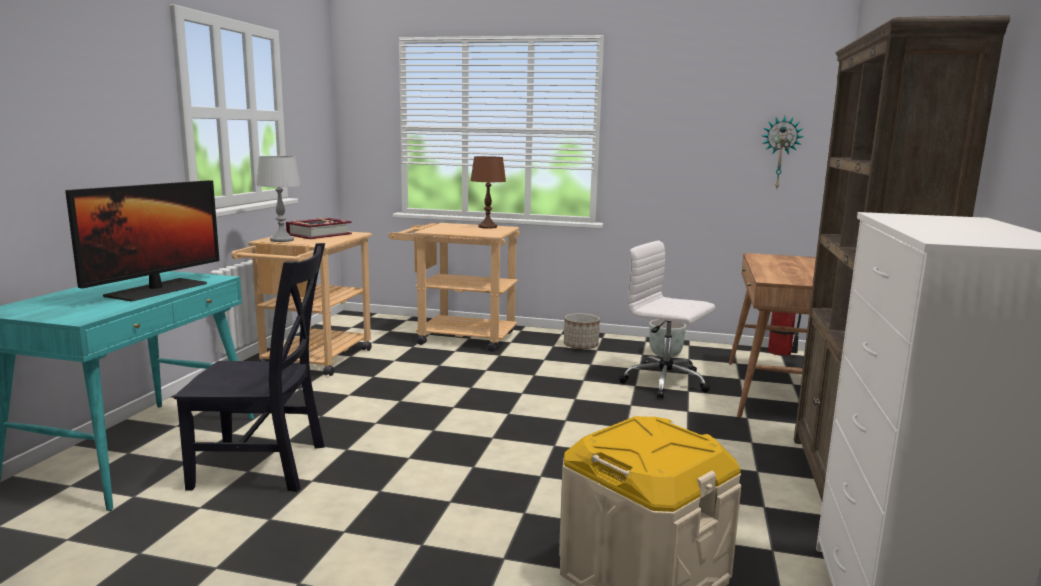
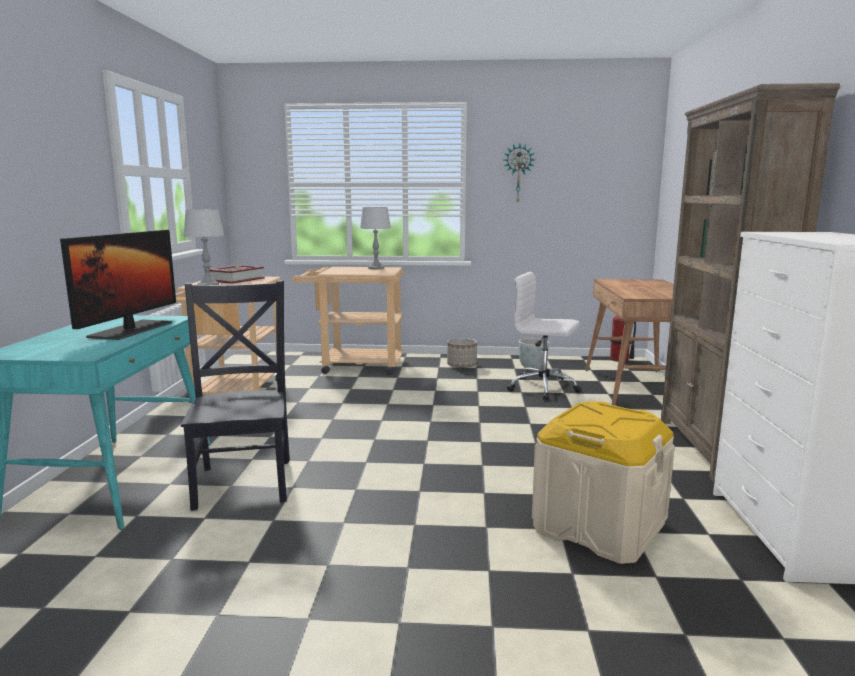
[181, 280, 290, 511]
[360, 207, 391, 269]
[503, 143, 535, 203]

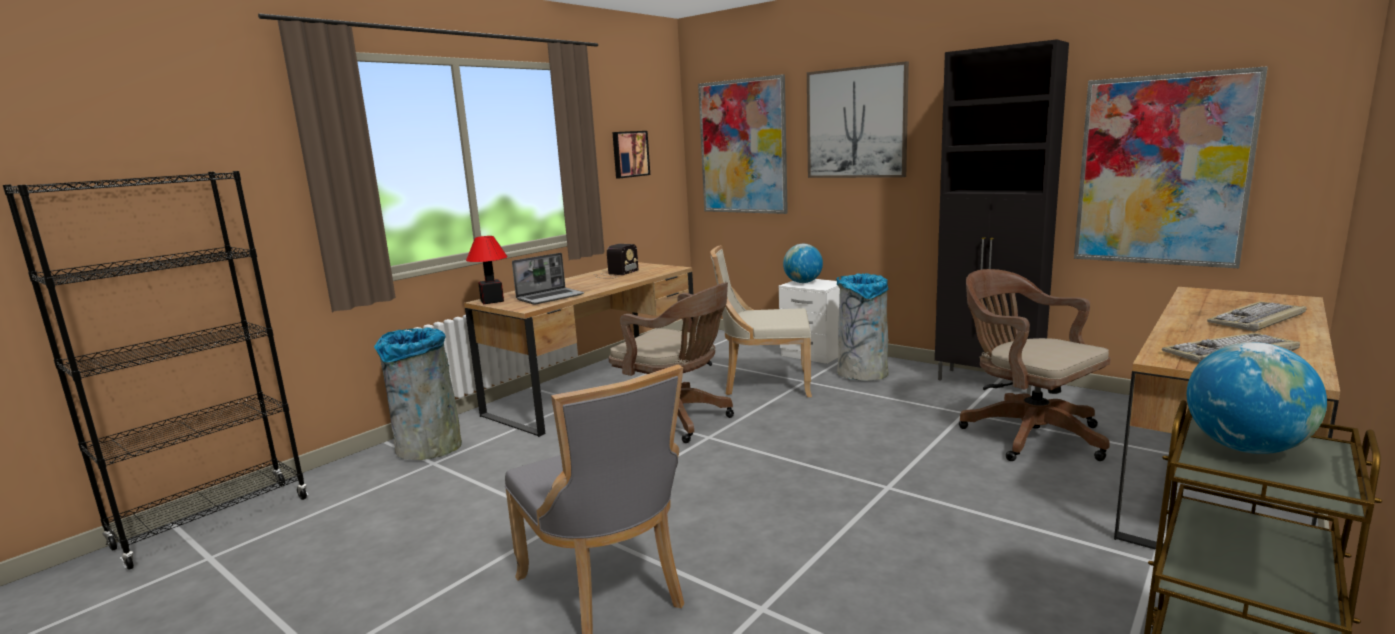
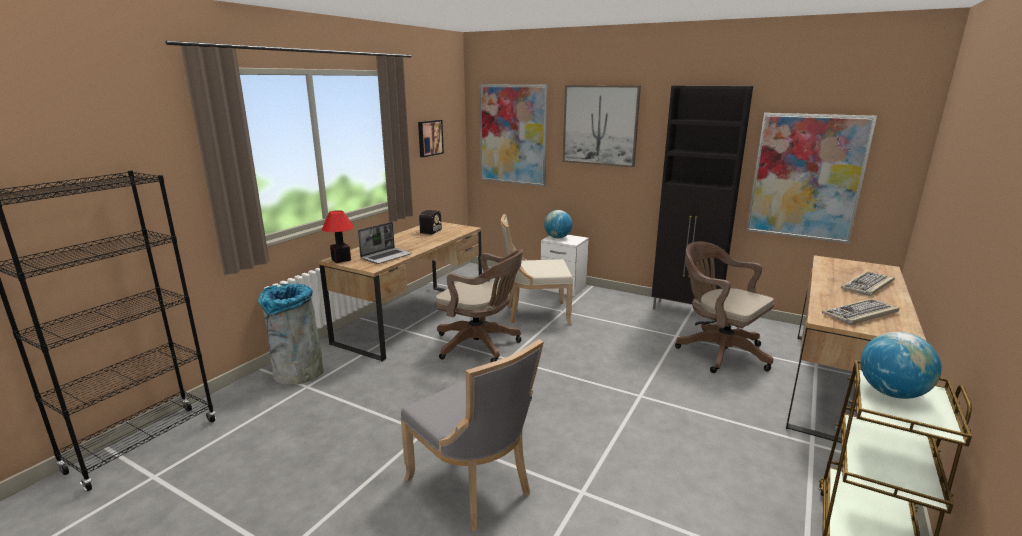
[836, 273, 889, 381] (first image)

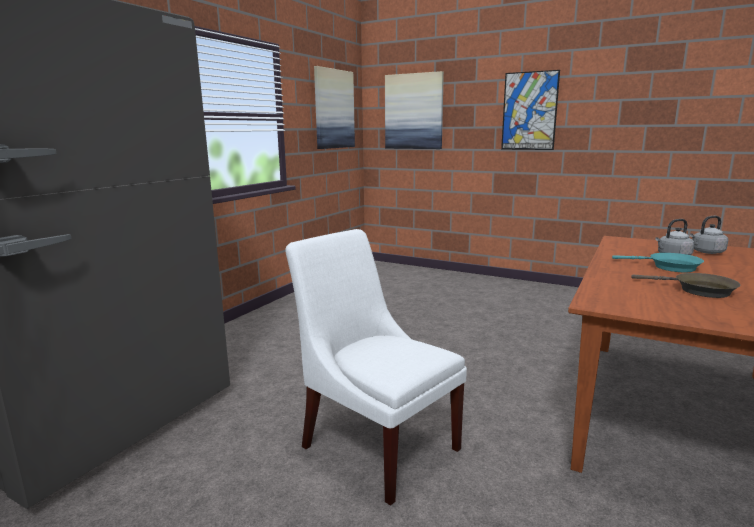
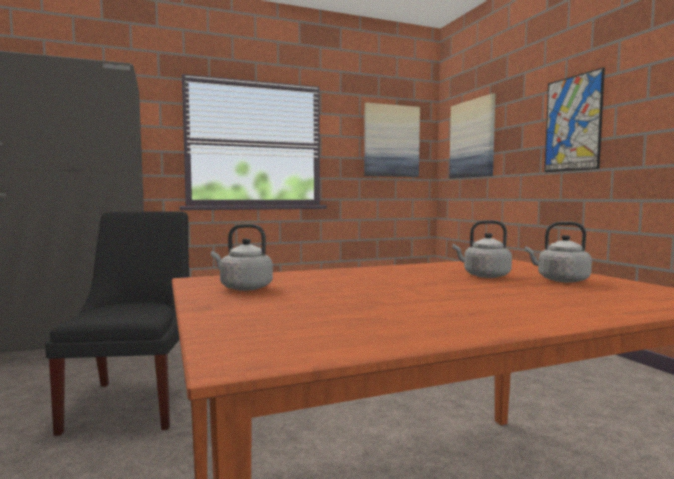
[45, 212, 189, 436]
[211, 224, 273, 291]
[612, 253, 704, 272] (first image)
[631, 273, 740, 298] (first image)

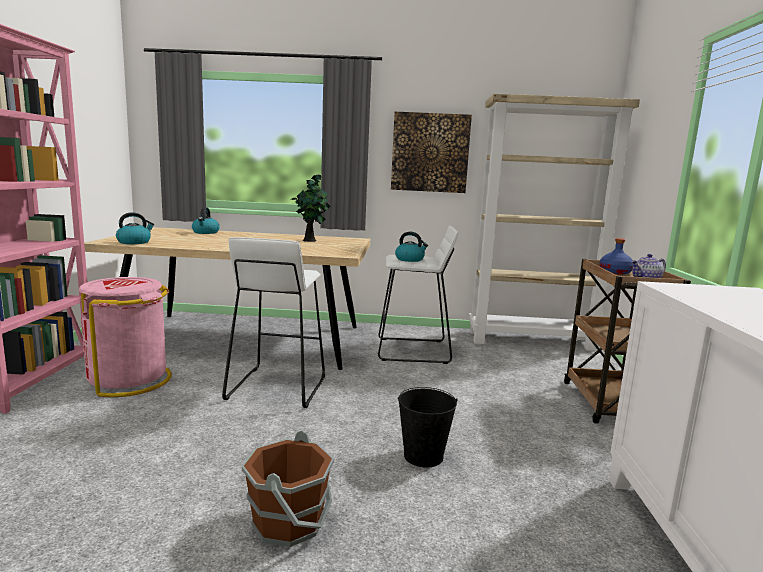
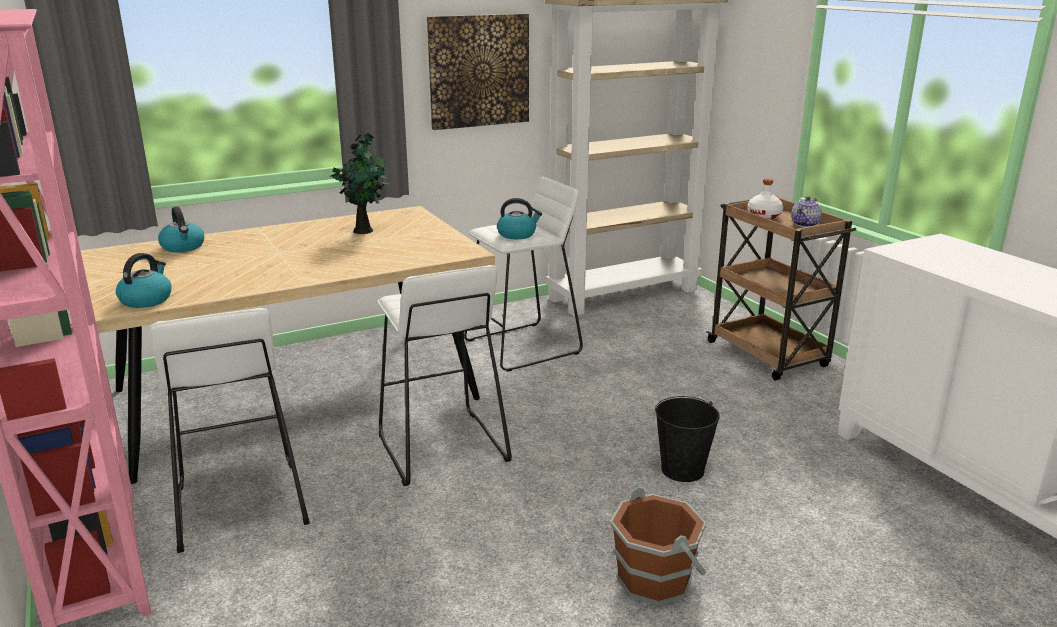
[150, 308, 310, 553]
[747, 179, 783, 219]

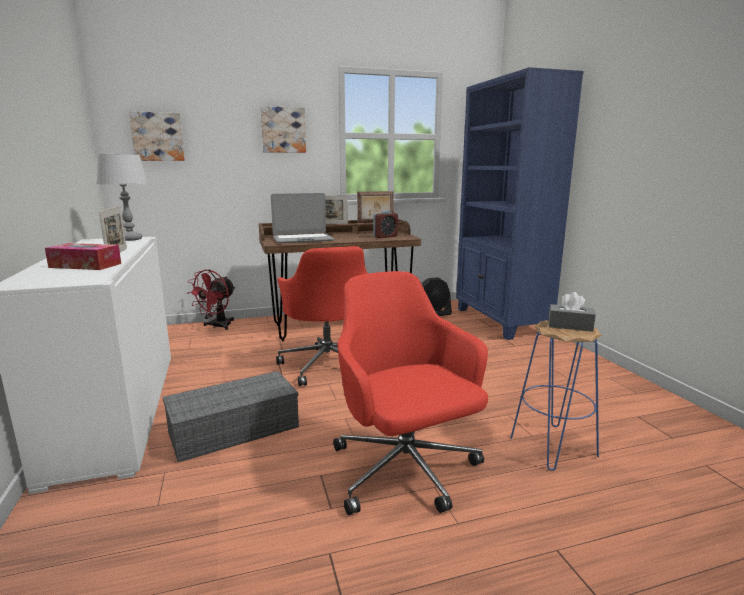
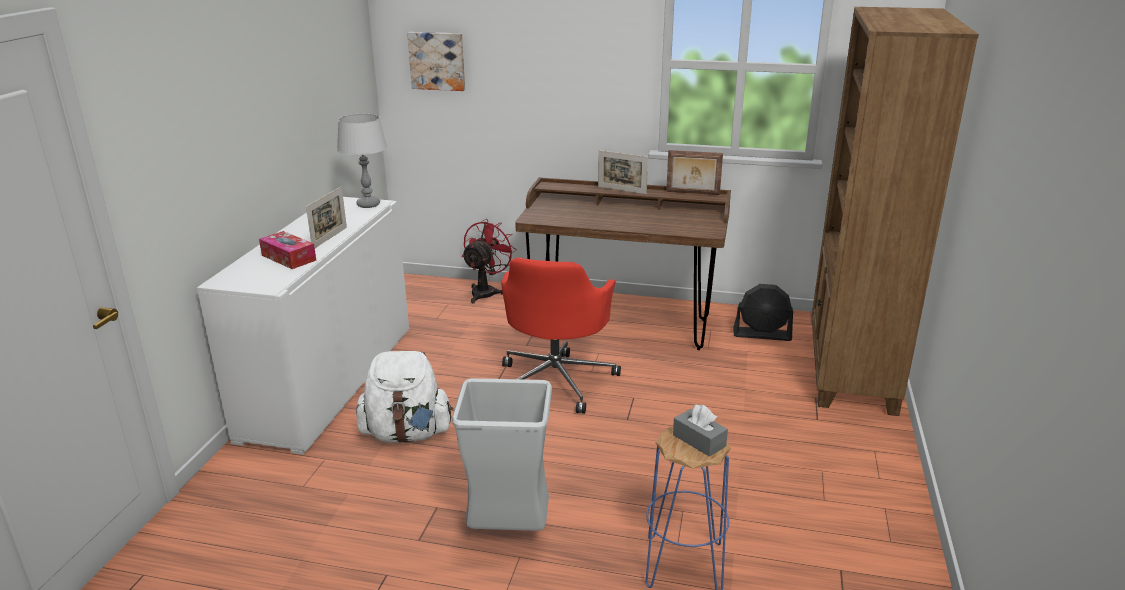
[356, 351, 453, 443]
[452, 378, 552, 531]
[462, 219, 517, 303]
[812, 7, 979, 416]
[260, 106, 306, 153] (first image)
[271, 193, 335, 243] (first image)
[373, 211, 398, 238] (first image)

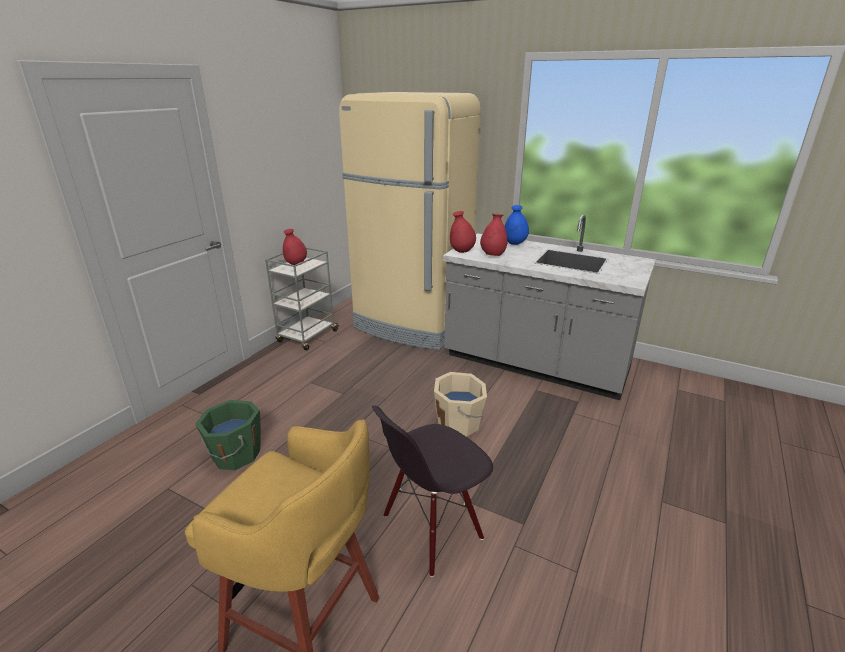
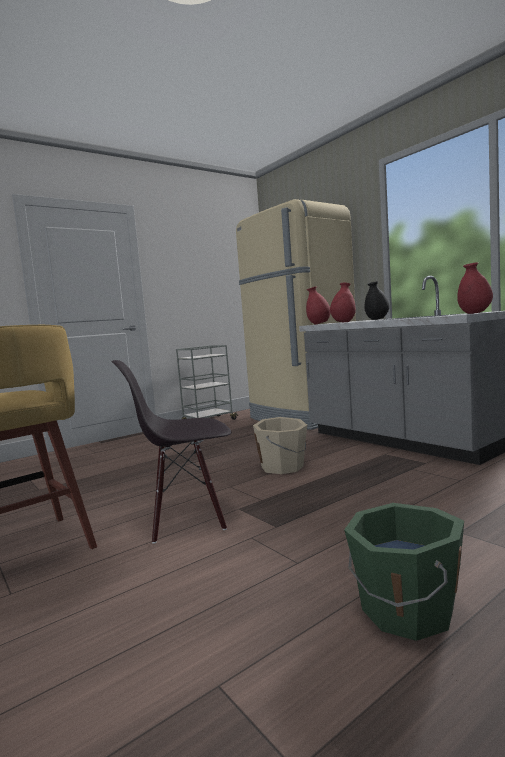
[344, 503, 464, 641]
[365, 281, 390, 320]
[457, 262, 493, 314]

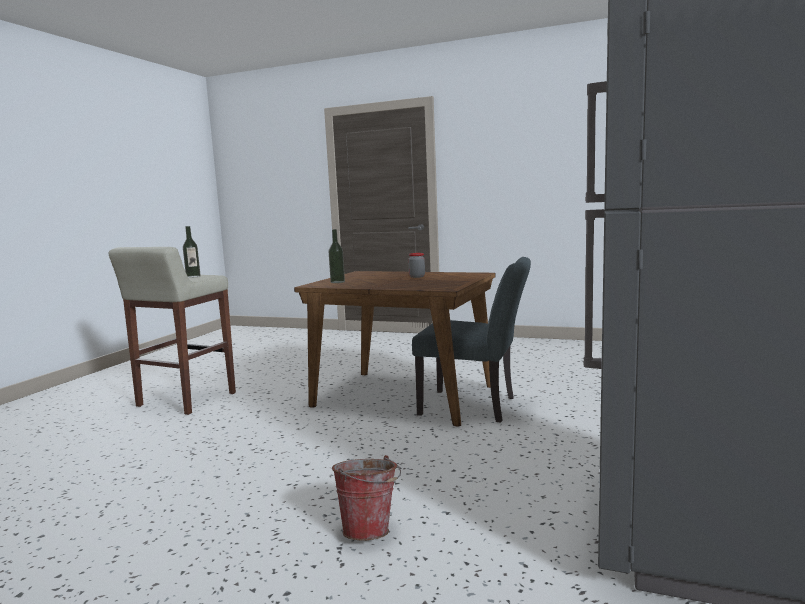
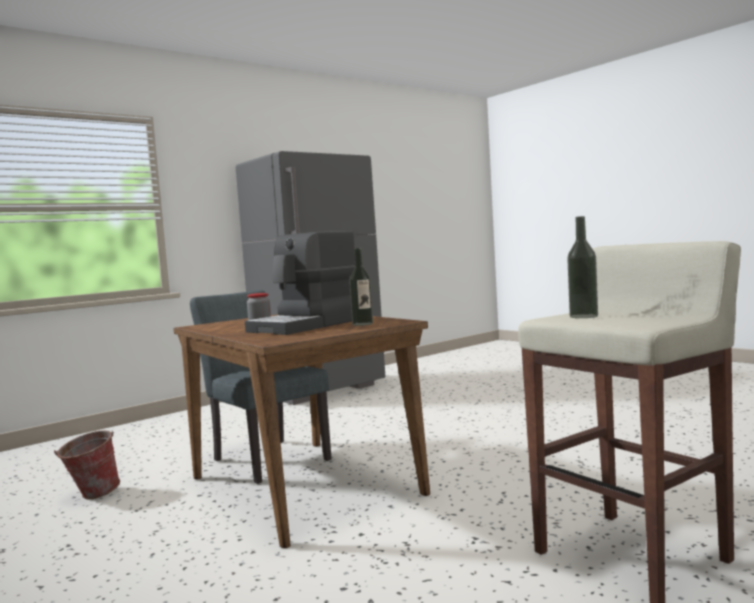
[54, 430, 120, 499]
[245, 231, 355, 335]

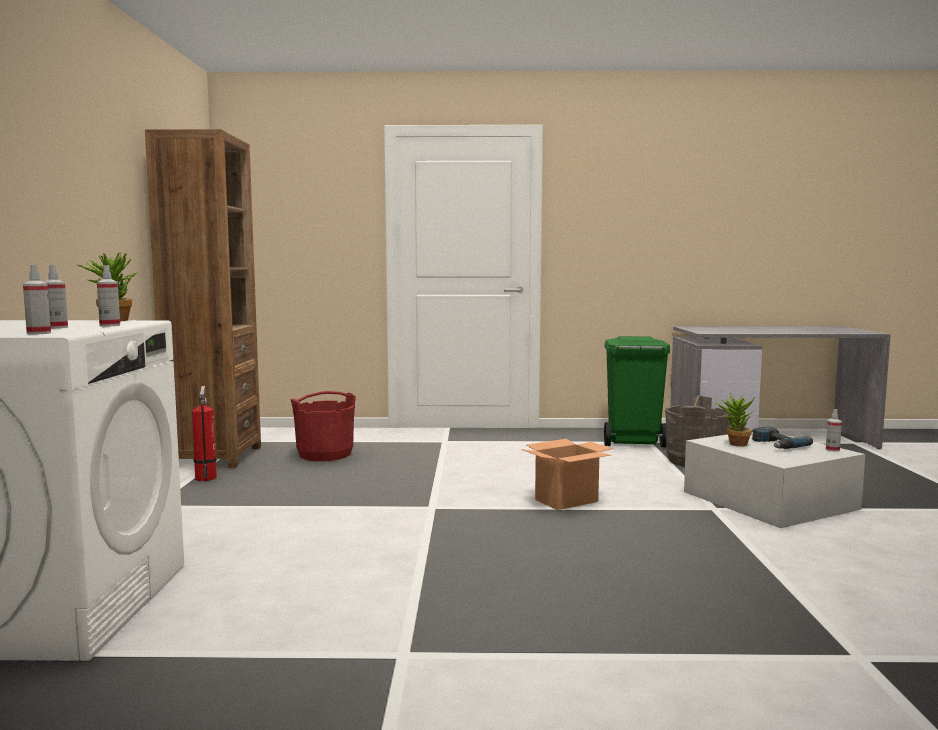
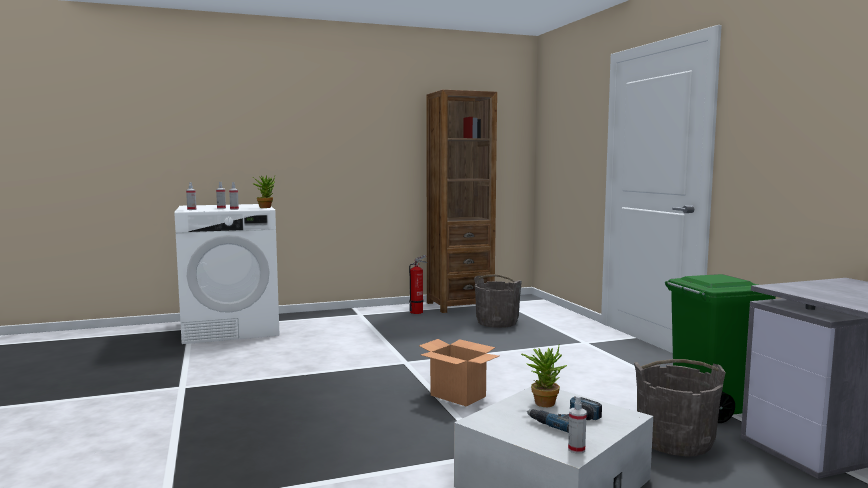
[474, 274, 522, 328]

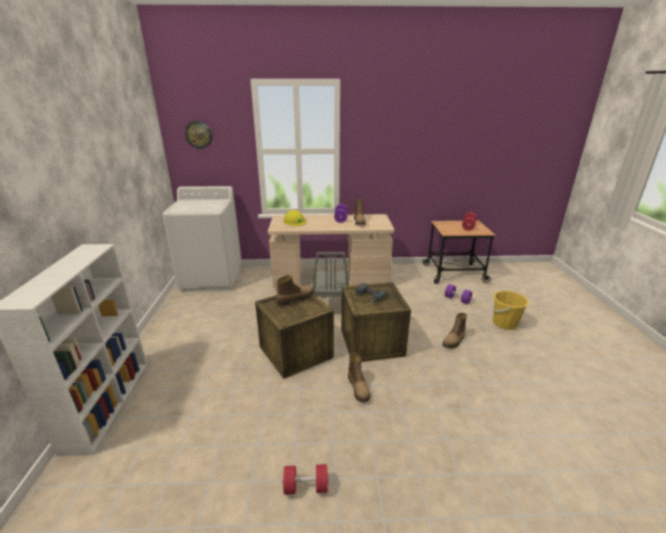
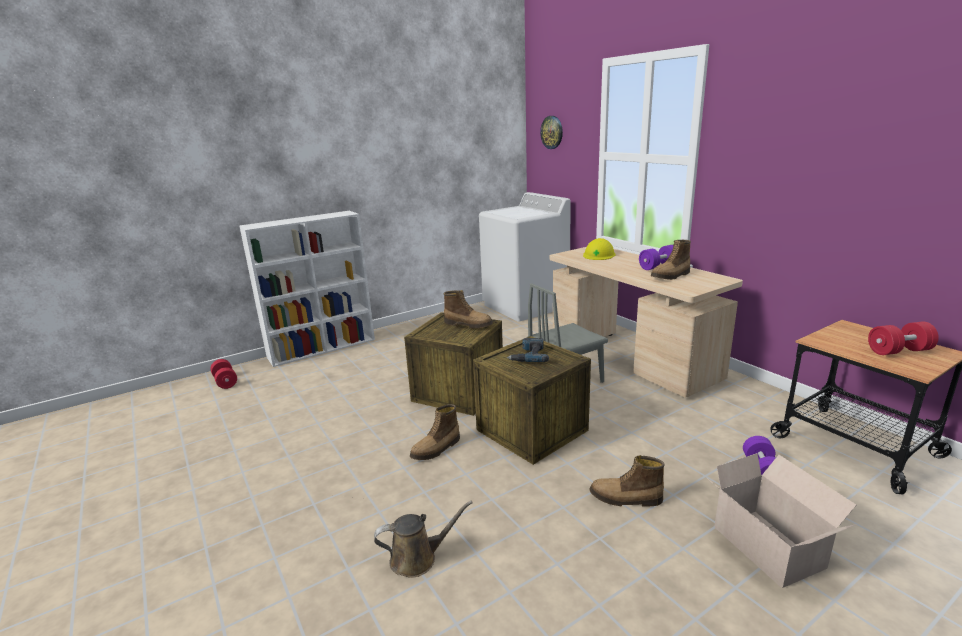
[210, 359, 237, 389]
[374, 501, 472, 578]
[707, 453, 857, 588]

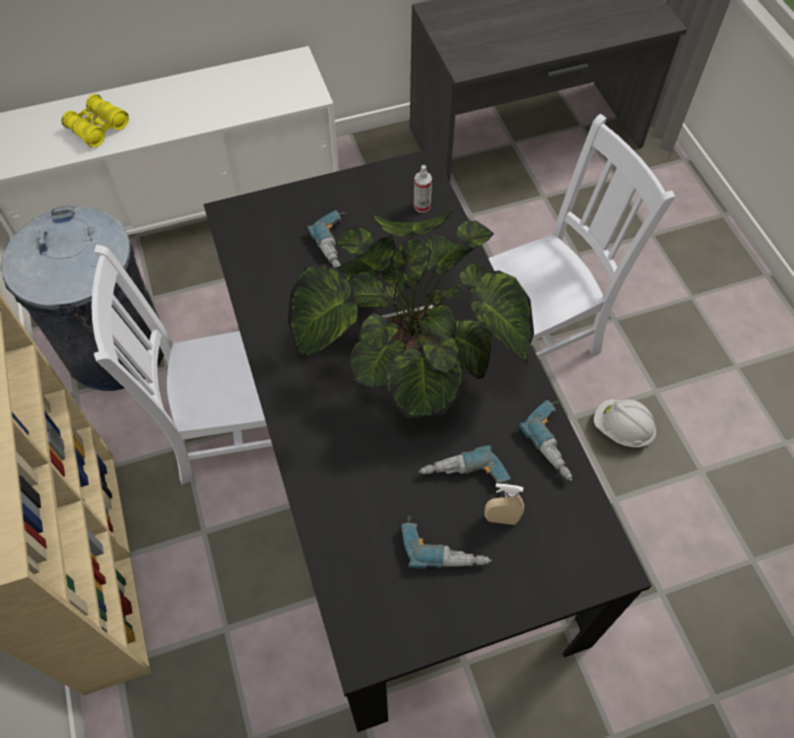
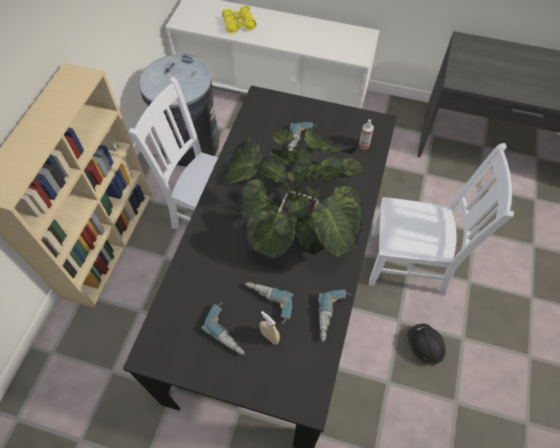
[407, 324, 446, 366]

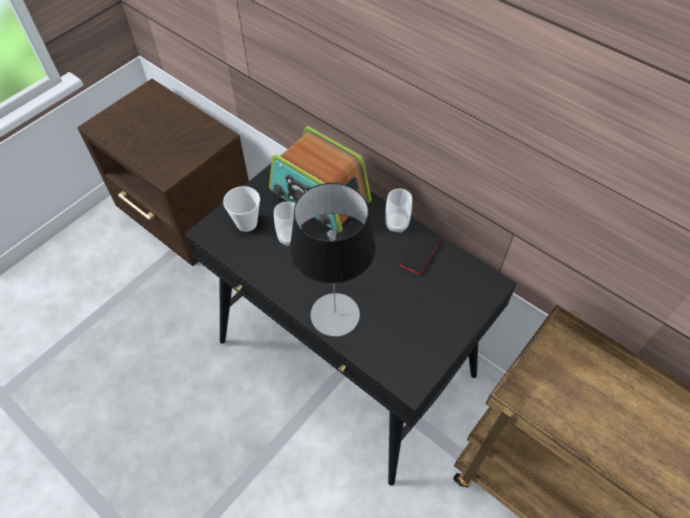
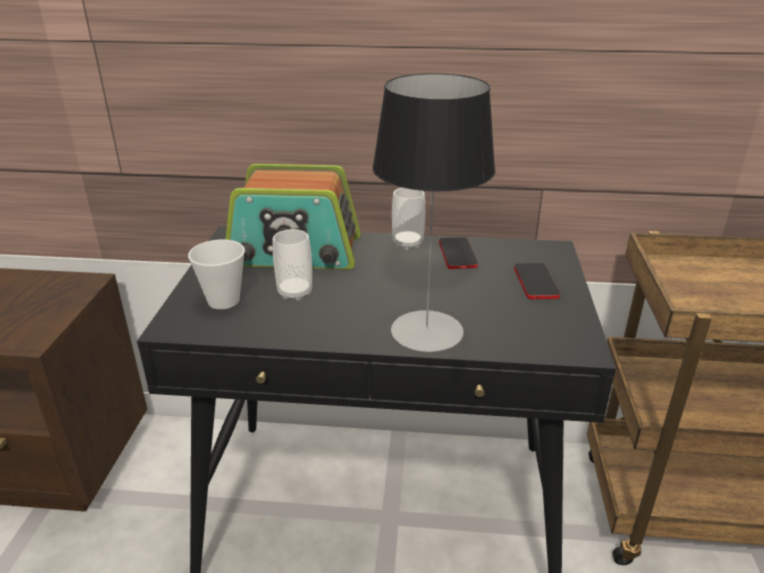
[514, 263, 560, 299]

